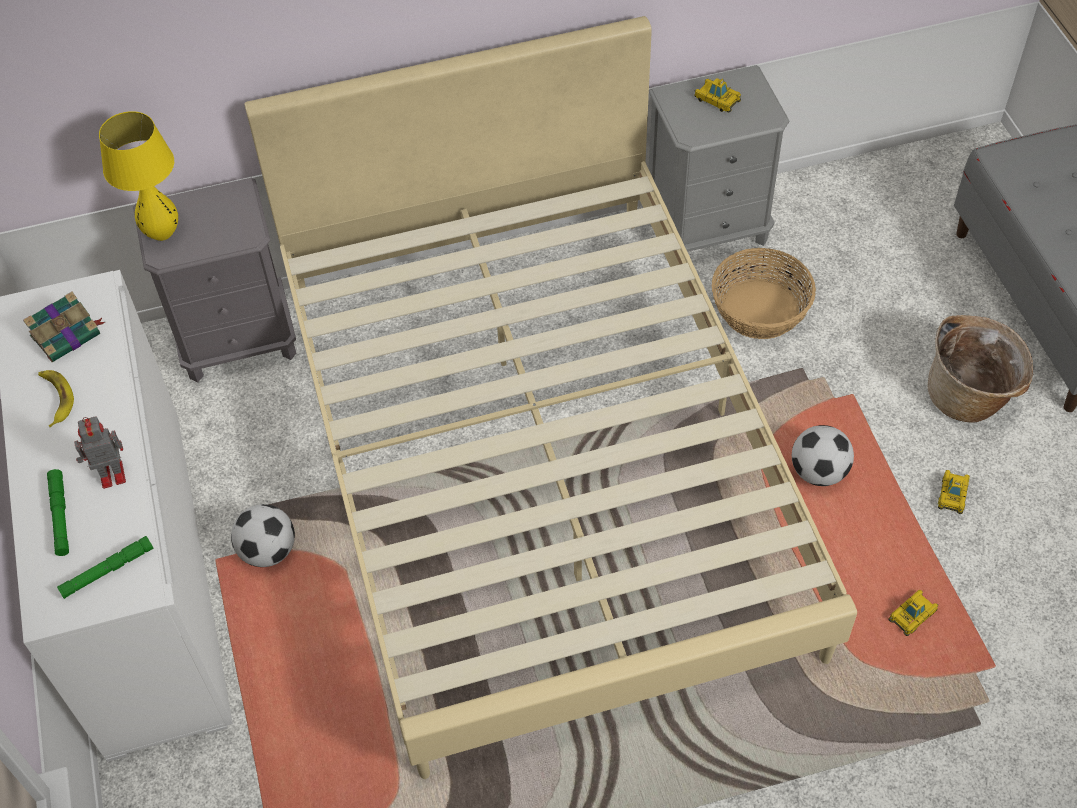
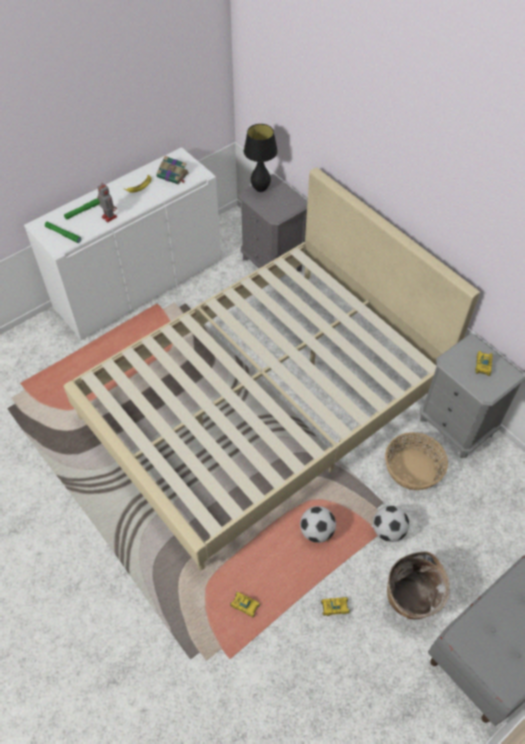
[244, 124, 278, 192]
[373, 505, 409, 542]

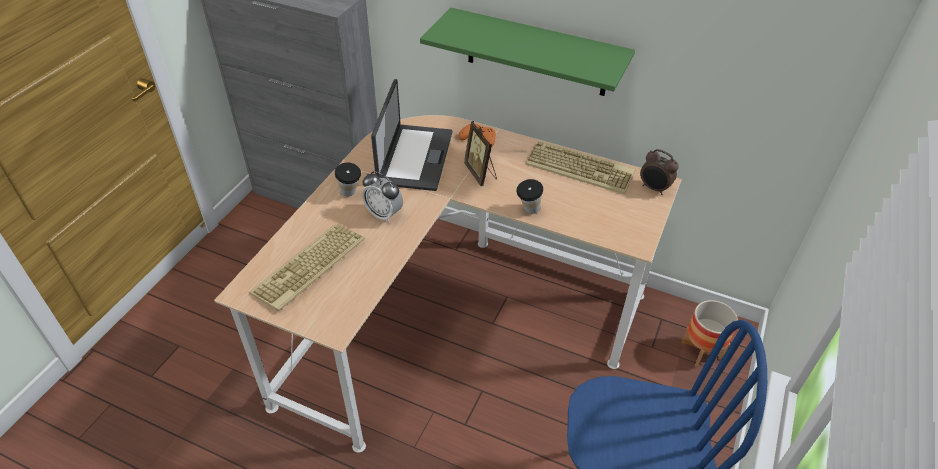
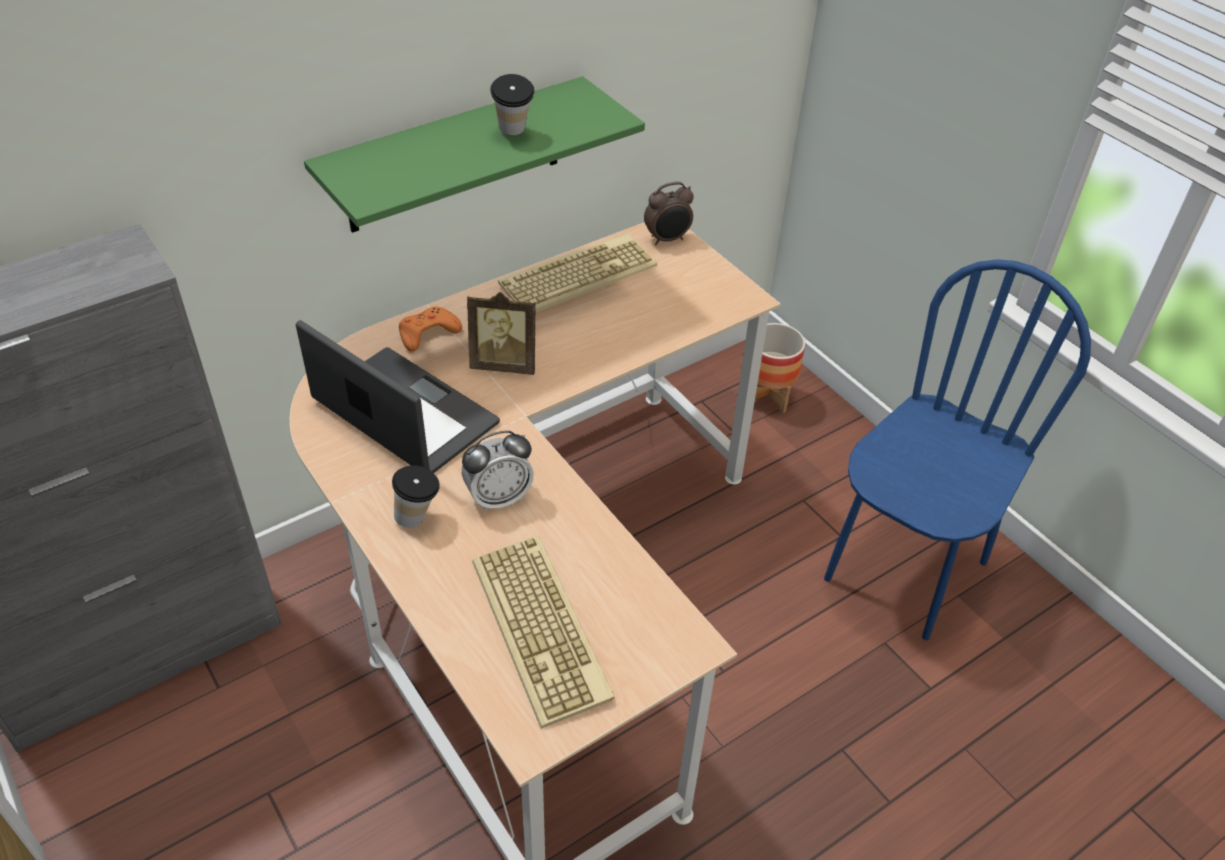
[490, 74, 535, 135]

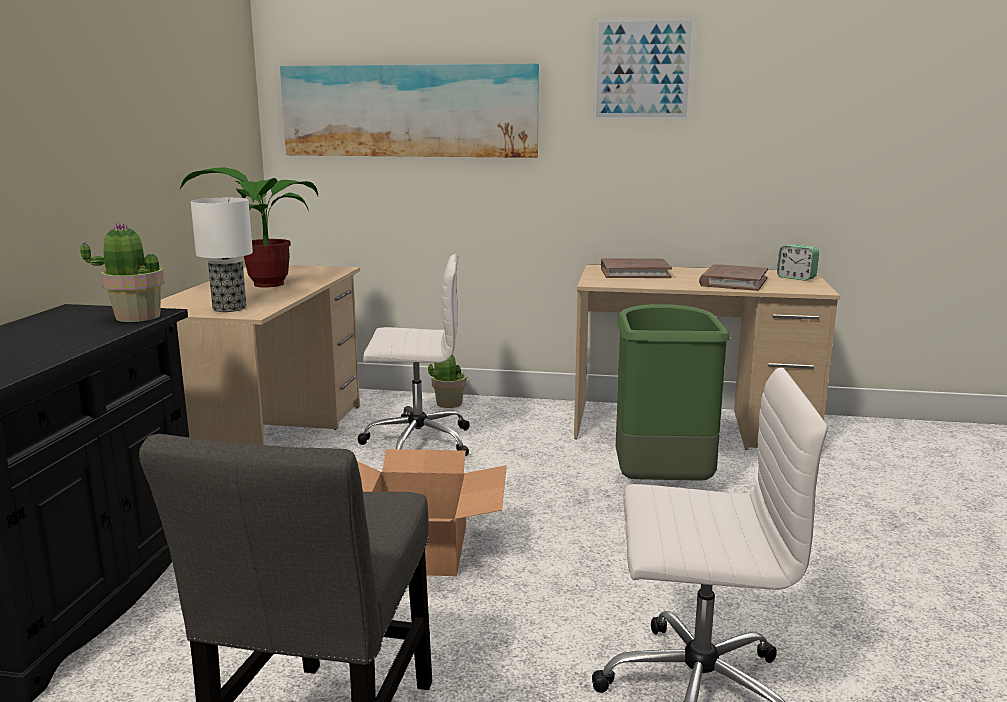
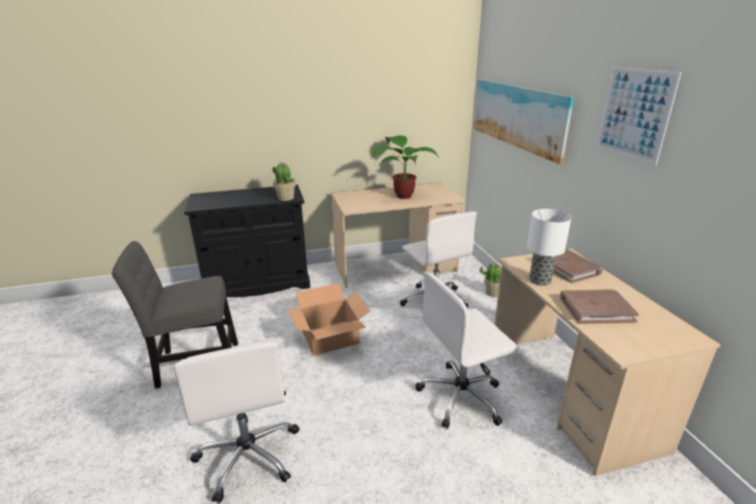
[415, 271, 519, 429]
[527, 209, 571, 286]
[777, 245, 819, 281] (first image)

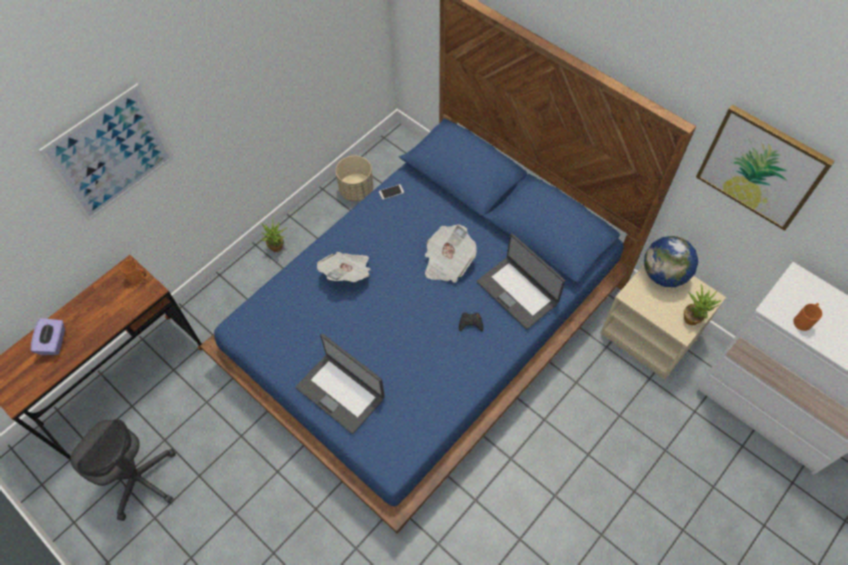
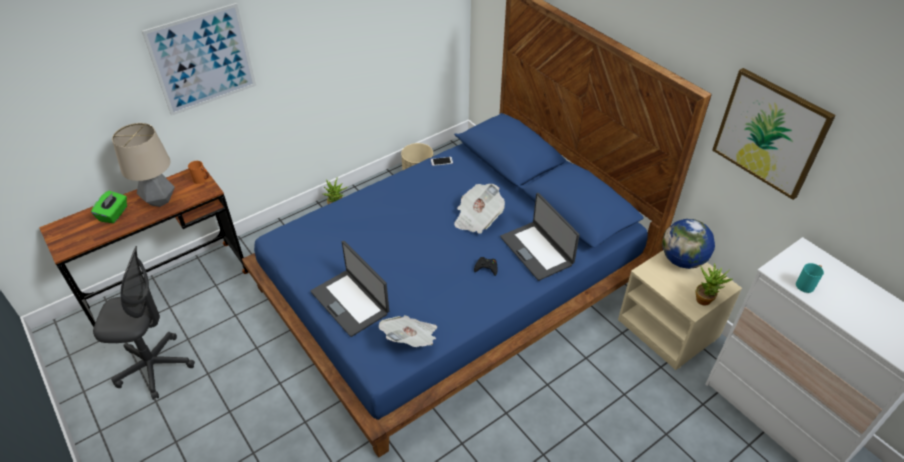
[91, 191, 127, 223]
[93, 246, 195, 400]
[112, 123, 175, 207]
[379, 315, 437, 347]
[796, 263, 824, 293]

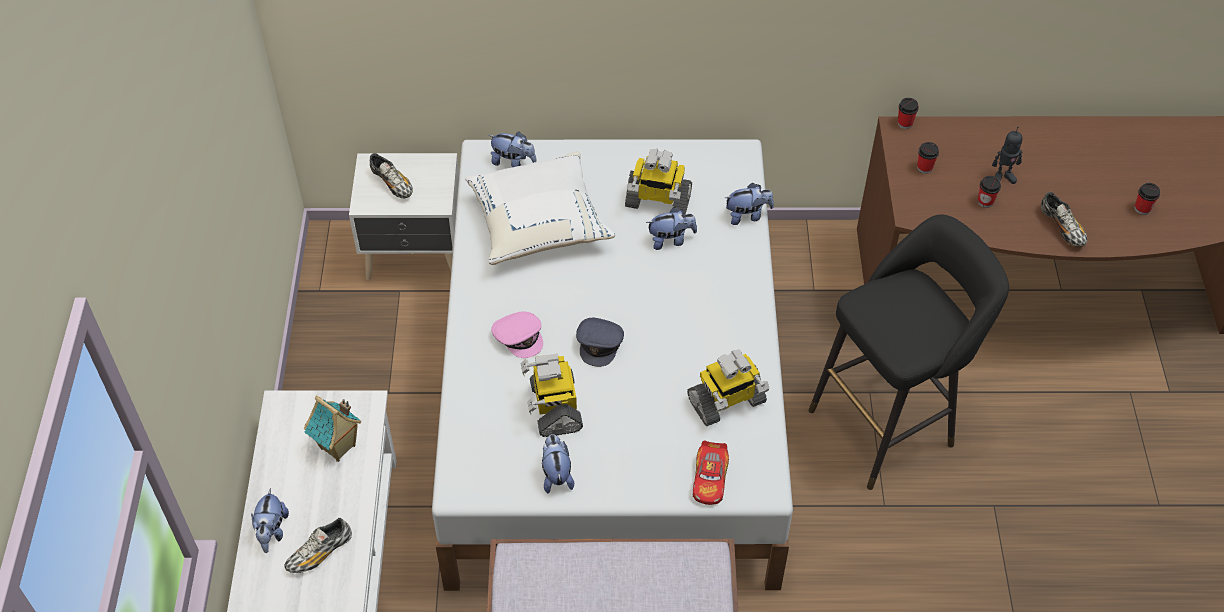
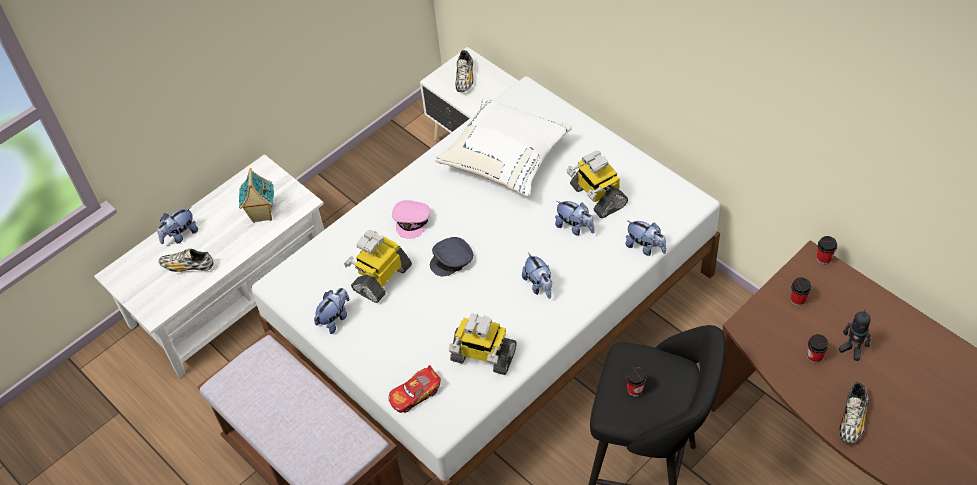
[522, 253, 552, 299]
[626, 367, 646, 397]

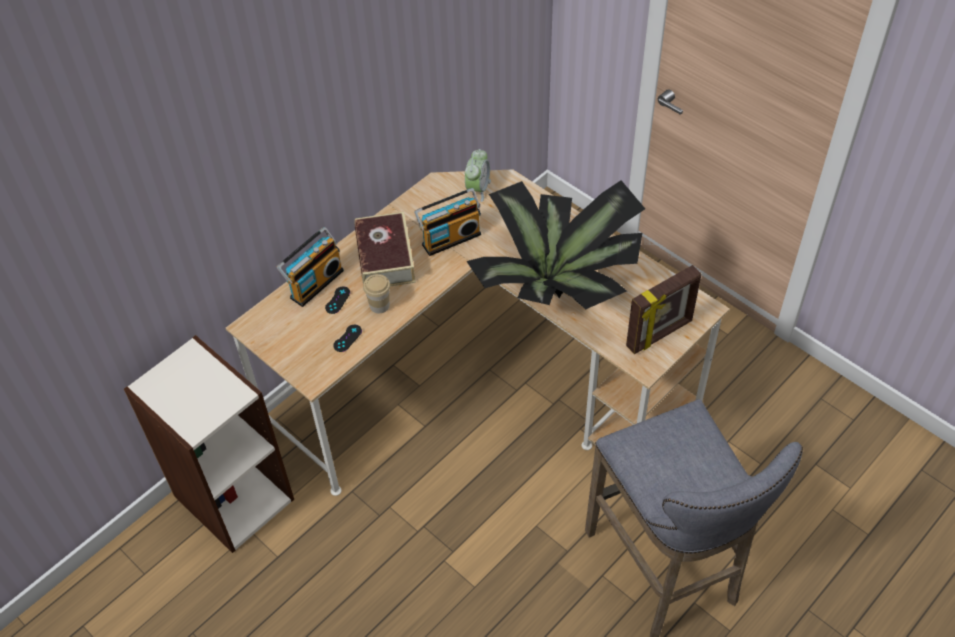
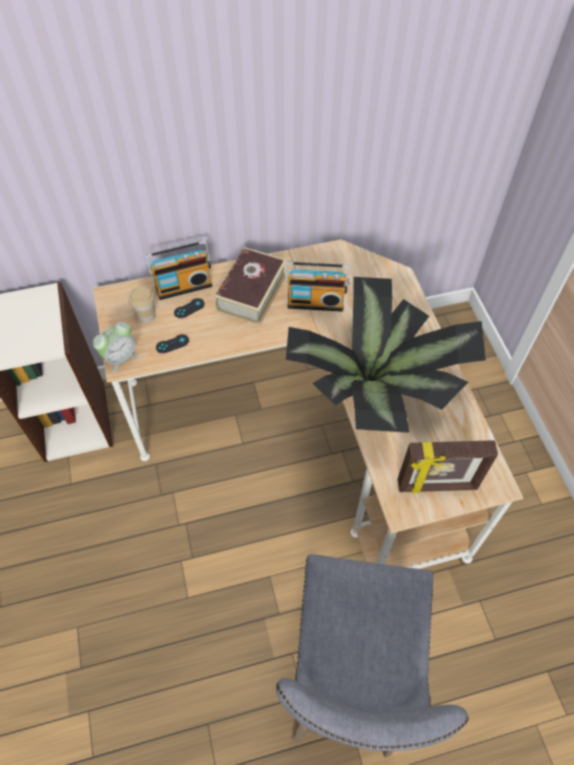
[93, 322, 140, 373]
[128, 286, 156, 323]

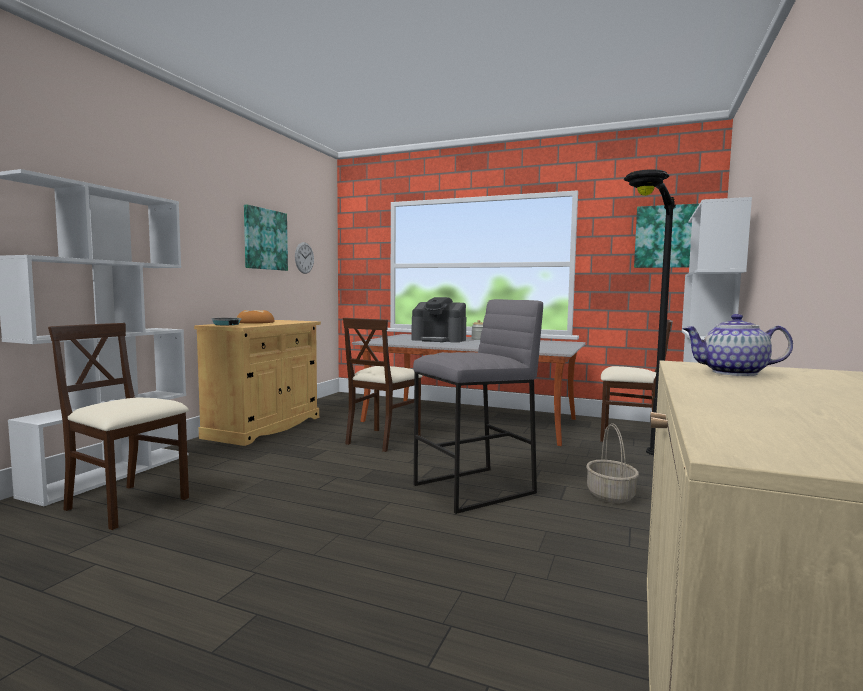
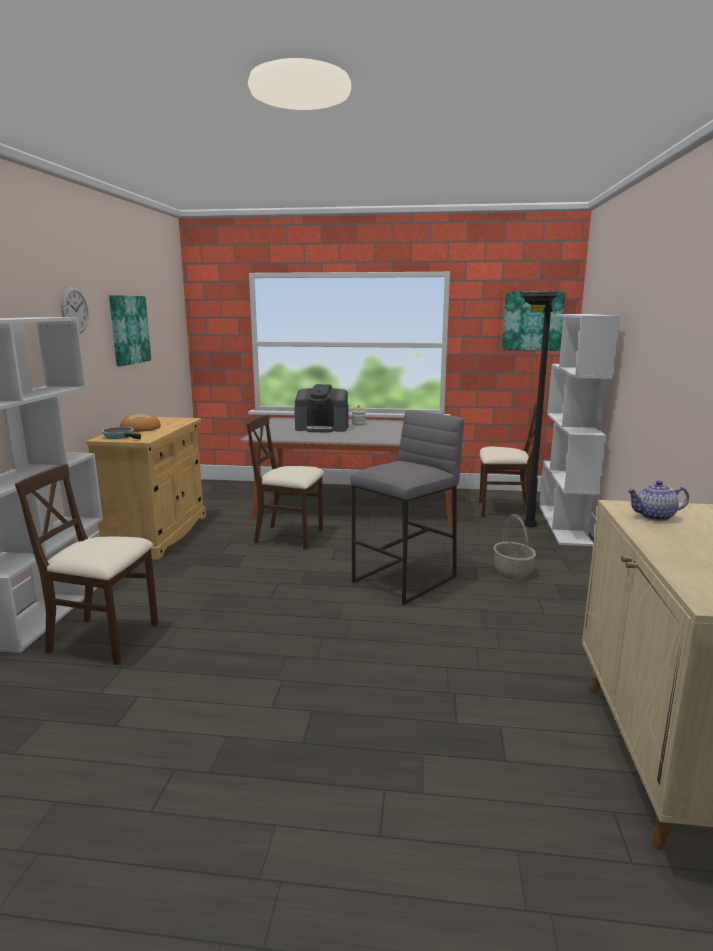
[61, 287, 89, 334]
[246, 415, 324, 550]

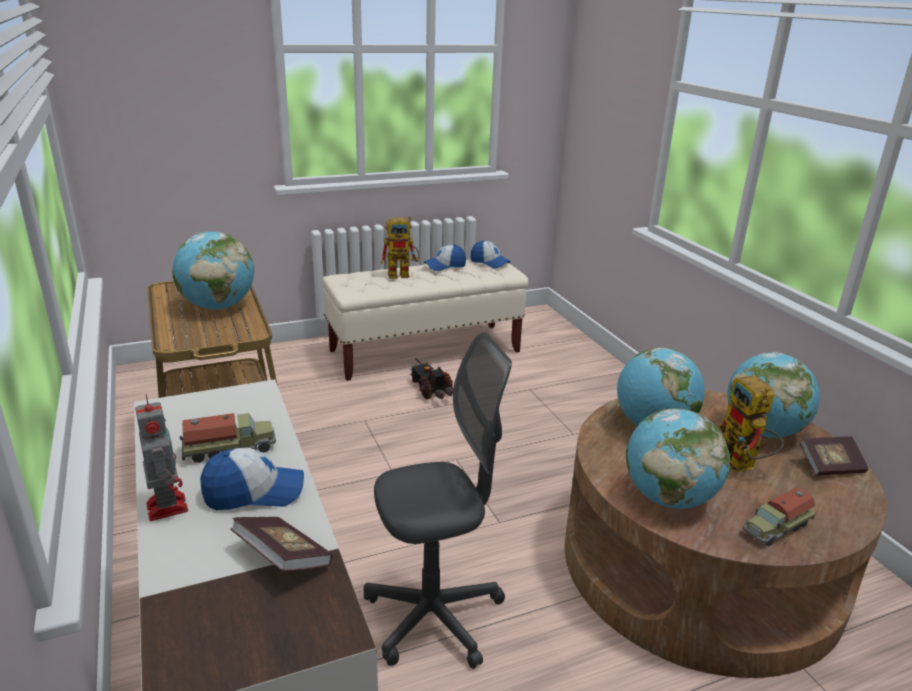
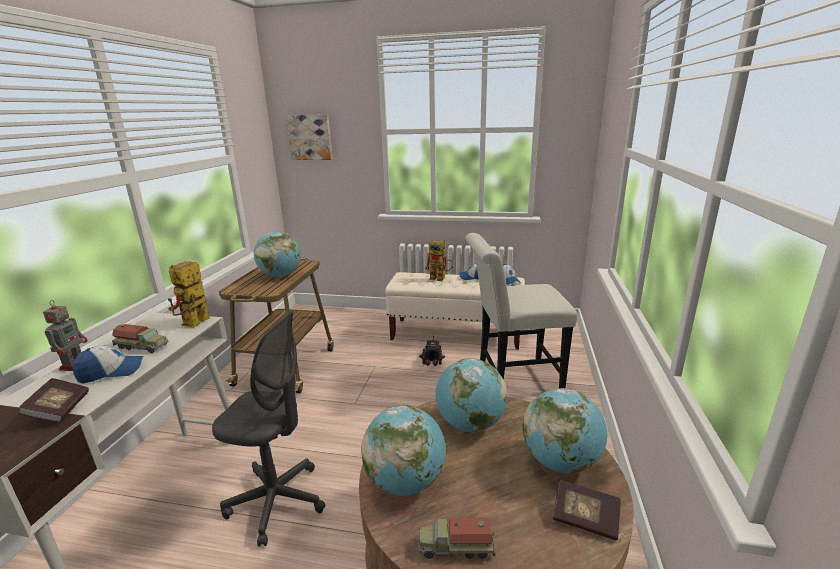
[73, 346, 143, 384]
[168, 261, 210, 327]
[286, 114, 333, 160]
[465, 233, 578, 388]

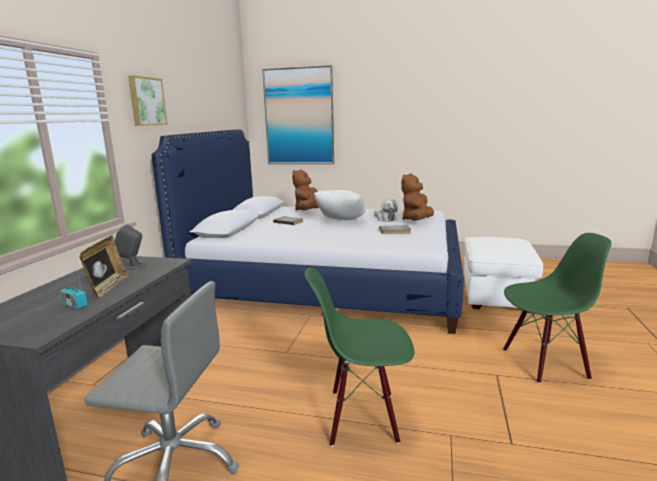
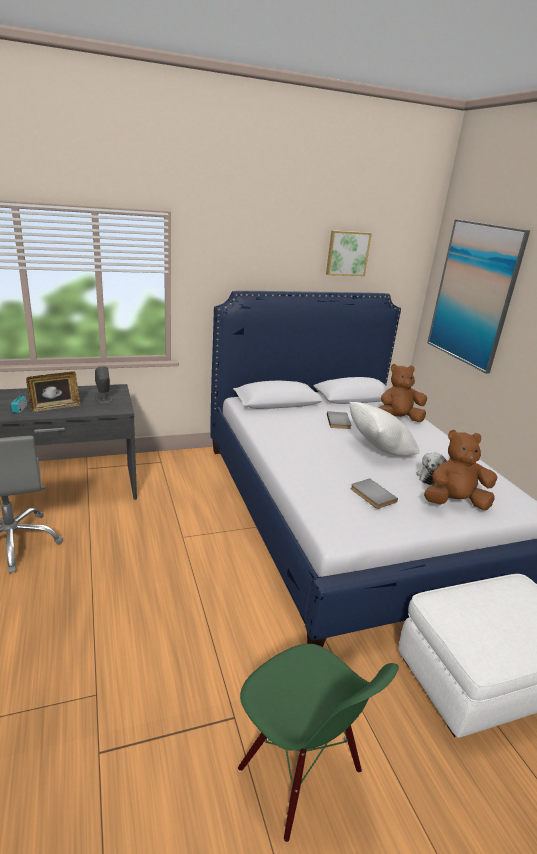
[326, 230, 372, 276]
[304, 267, 414, 447] (first image)

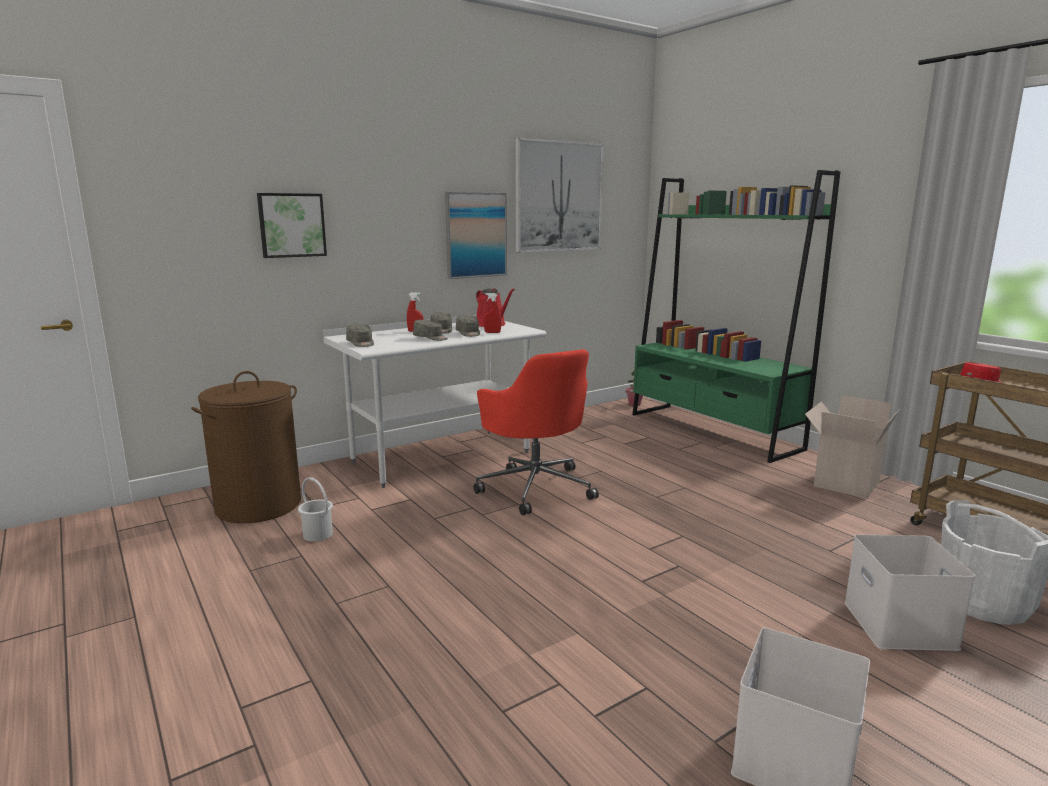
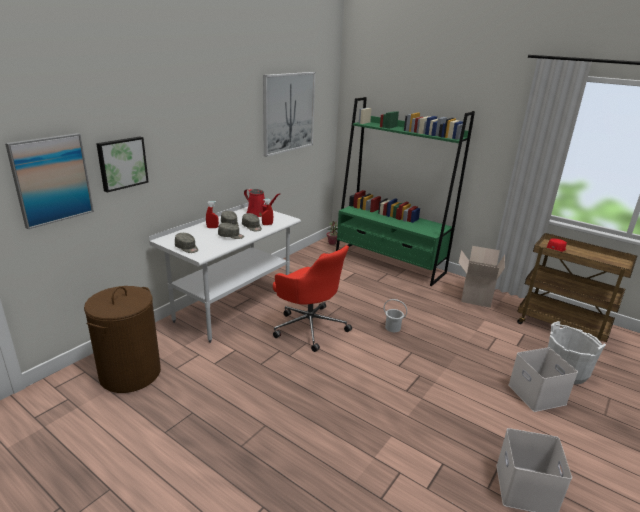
[5, 133, 94, 229]
[384, 299, 407, 332]

